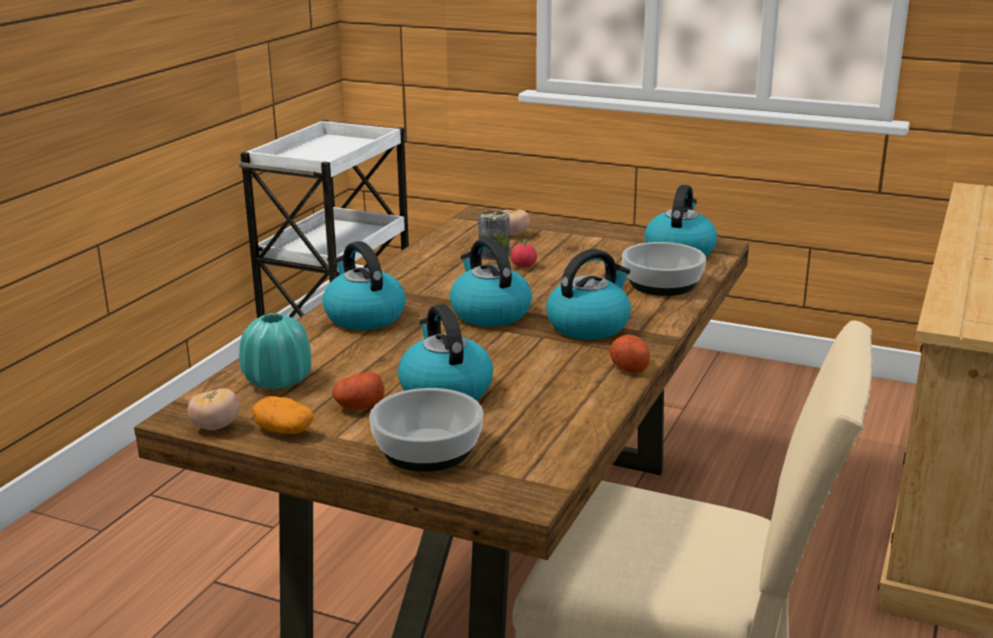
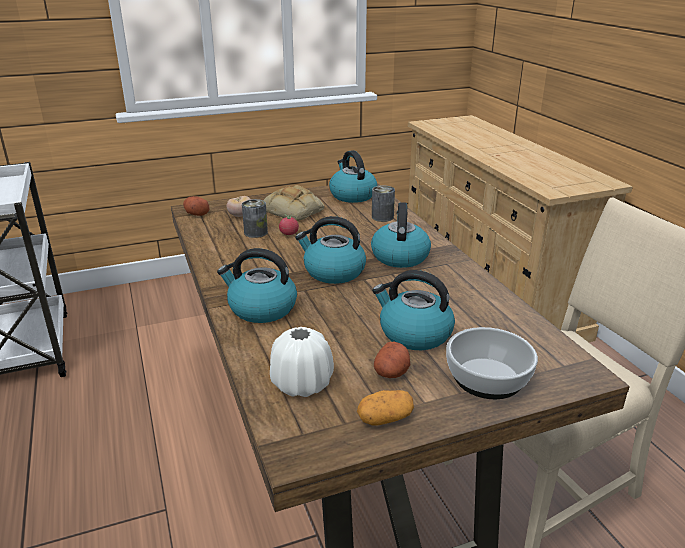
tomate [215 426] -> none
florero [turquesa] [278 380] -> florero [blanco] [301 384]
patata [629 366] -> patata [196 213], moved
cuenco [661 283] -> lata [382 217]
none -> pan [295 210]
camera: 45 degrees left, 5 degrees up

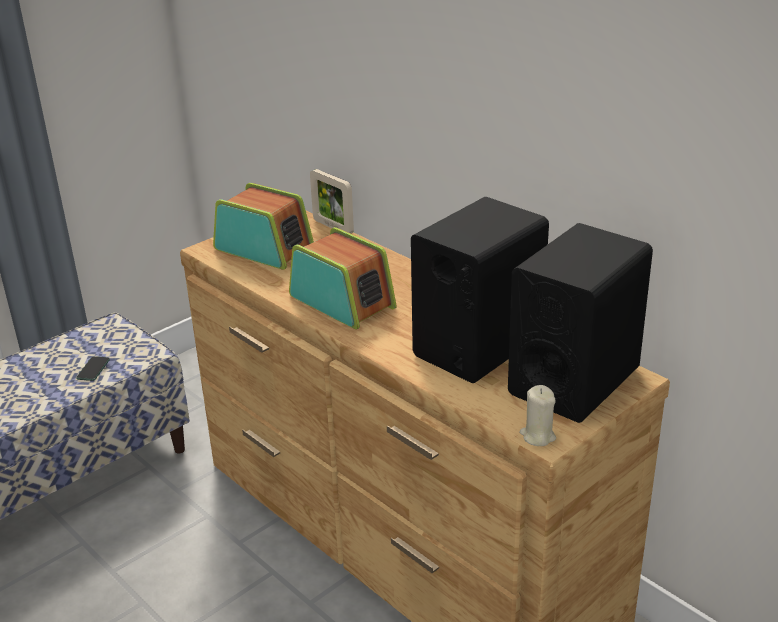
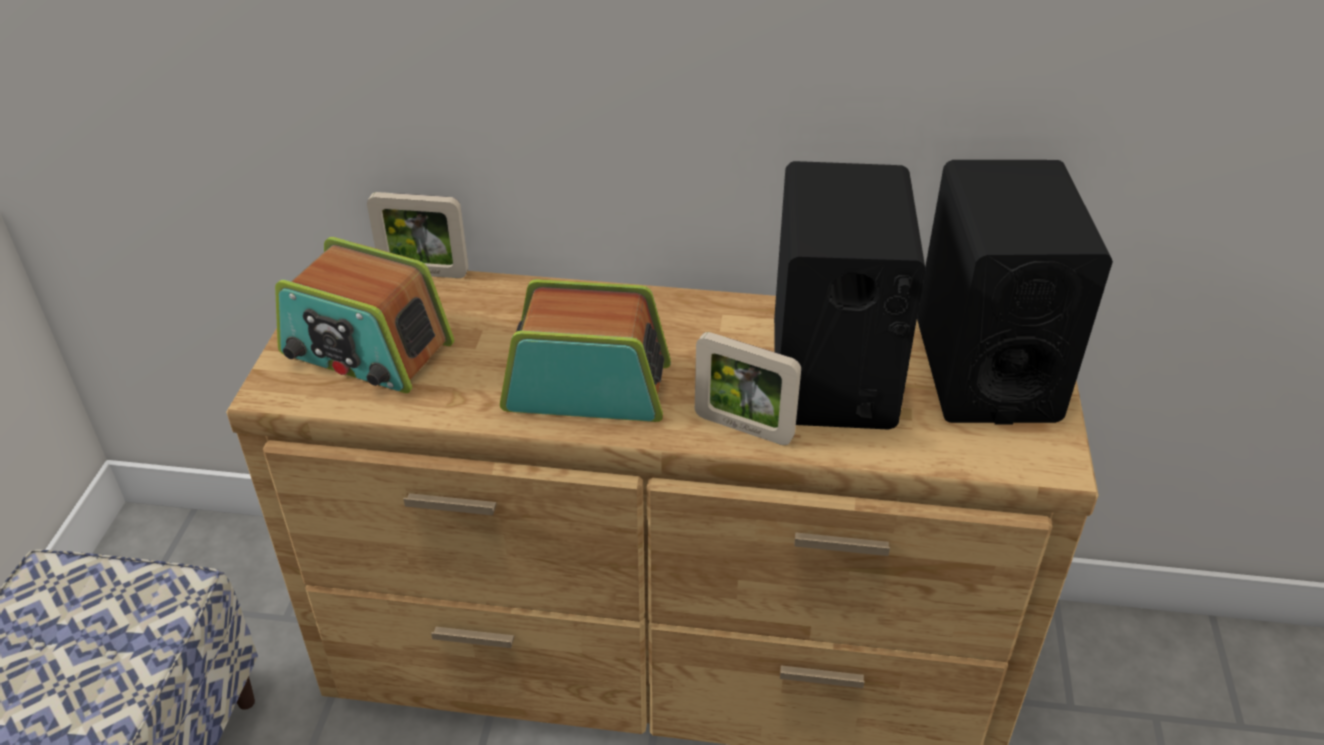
móvil [93 369] -> none
radio [264 249] -> radio [366 350], 150 degrees counterclockwise
vela [beis] [537 436] -> none
none -> portarretratos [743 428]
camera: 40 degrees left, 10 degrees up

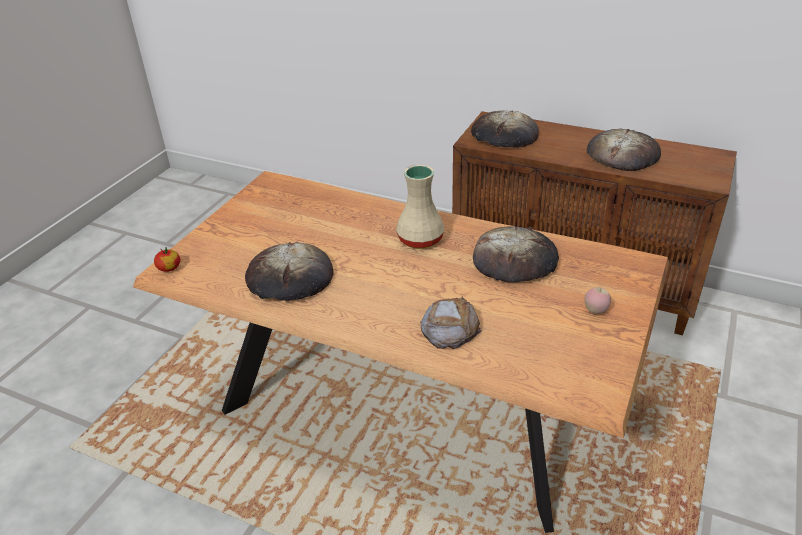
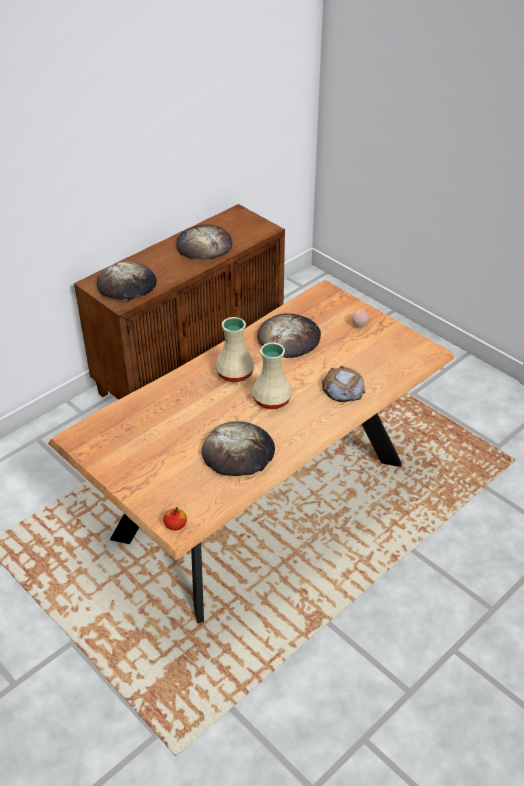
none -> florero [beis] [271 400]
camera: 70 degrees left, 5 degrees up

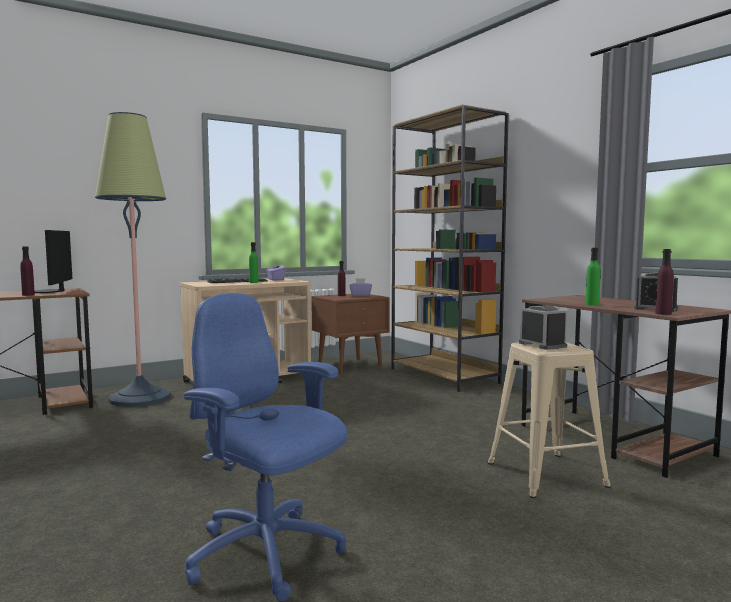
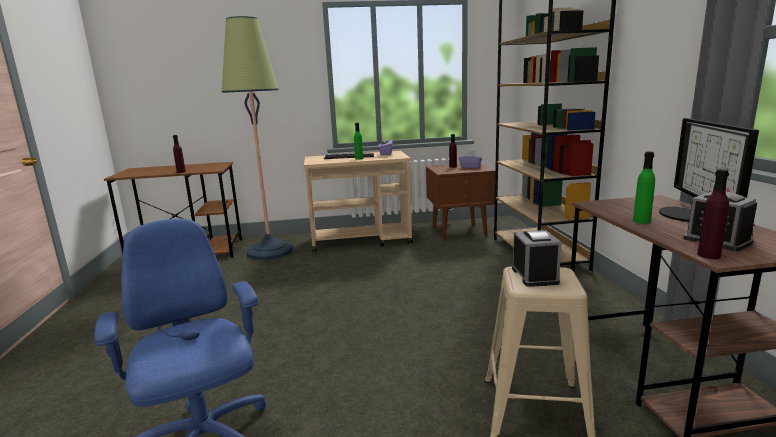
monitor [51 291] -> monitor [688 215], moved
camera: 25 degrees right, 10 degrees up

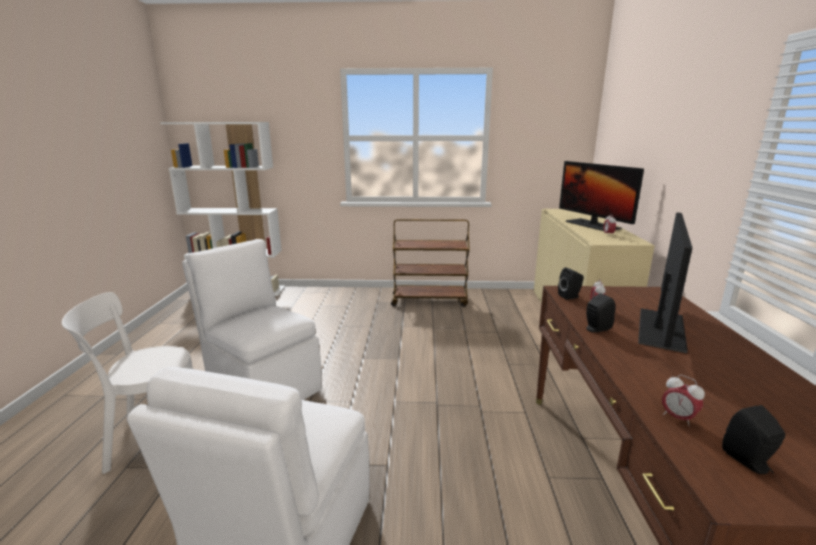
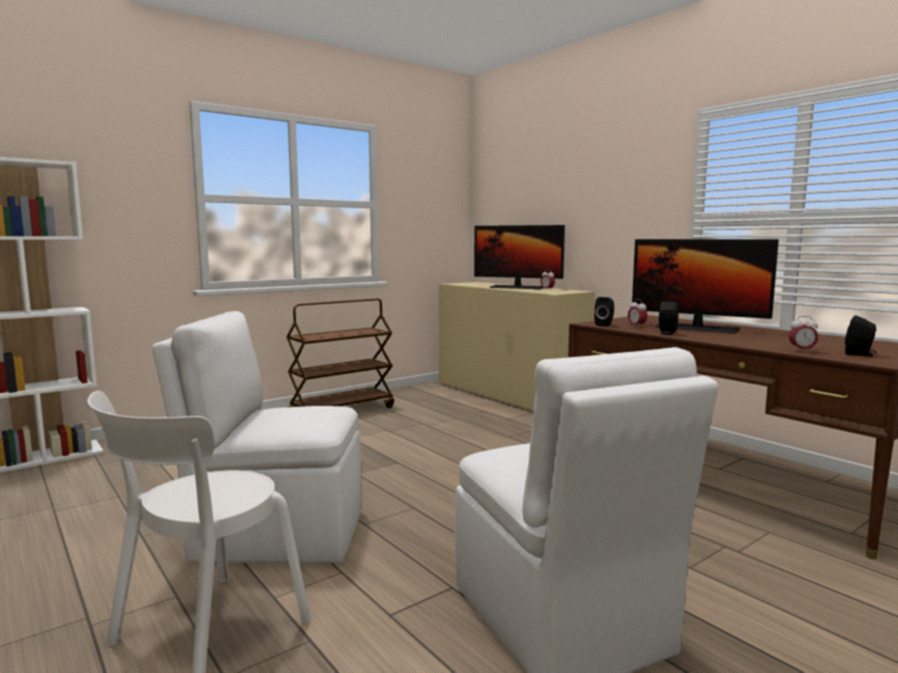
monitor [661 329] -> monitor [697 328], 135 degrees clockwise
camera: 40 degrees left, 10 degrees down

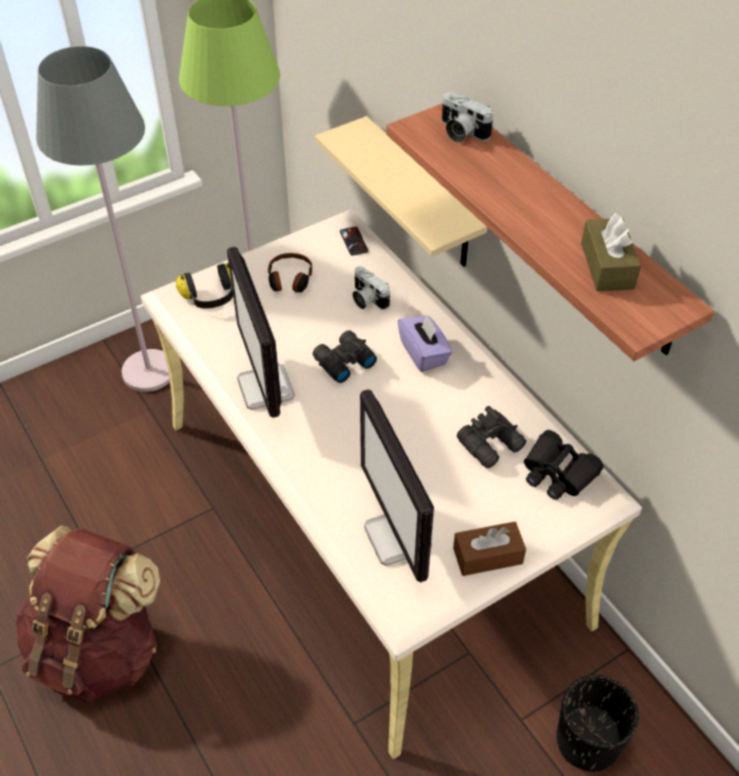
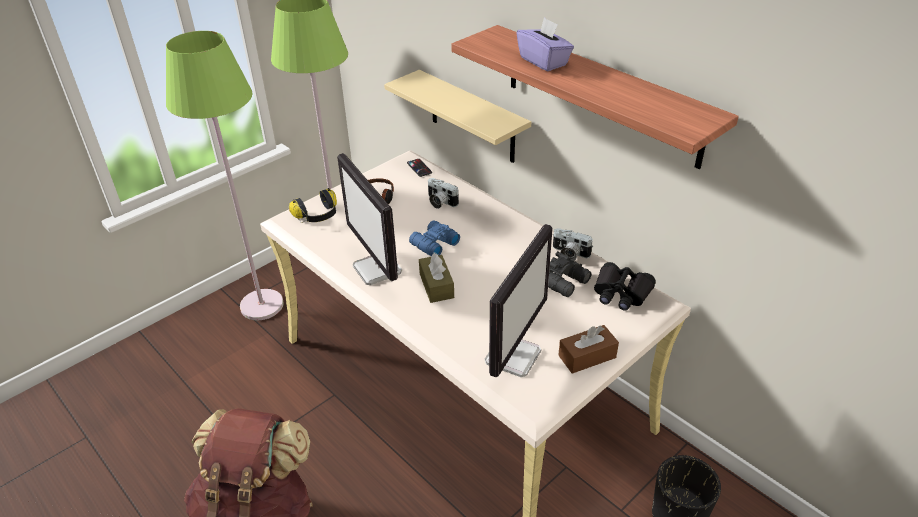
lámpara de pie [gris] [149 371] -> lámpara de pie [verde] [262 305]
prismáticos [negro] [343 362] -> prismáticos [azul] [433 244]
monitor [398 538] -> monitor [513 355], 120 degrees counterclockwise
caja de pañuelos [morado] [424 353] -> caja de pañuelos [morado] [544 61], moved
cámara [461 132] -> cámara [569 254], moved
caja de pañuelos [marrón] [607 266] -> caja de pañuelos [marrón] [436 286], moved
camera: 10 degrees left, 10 degrees down

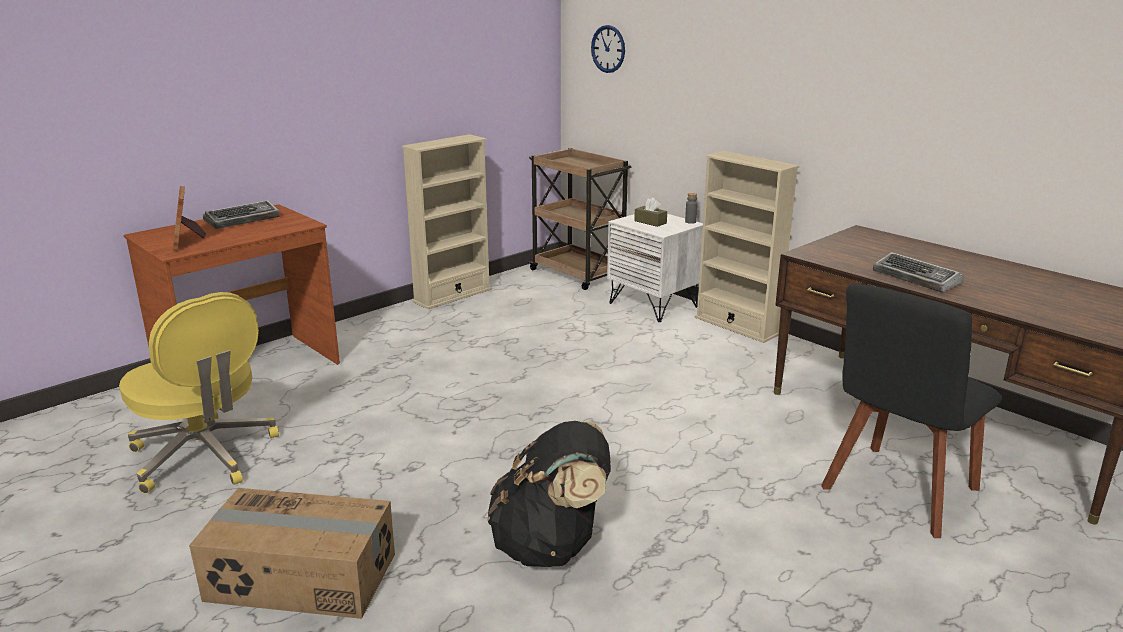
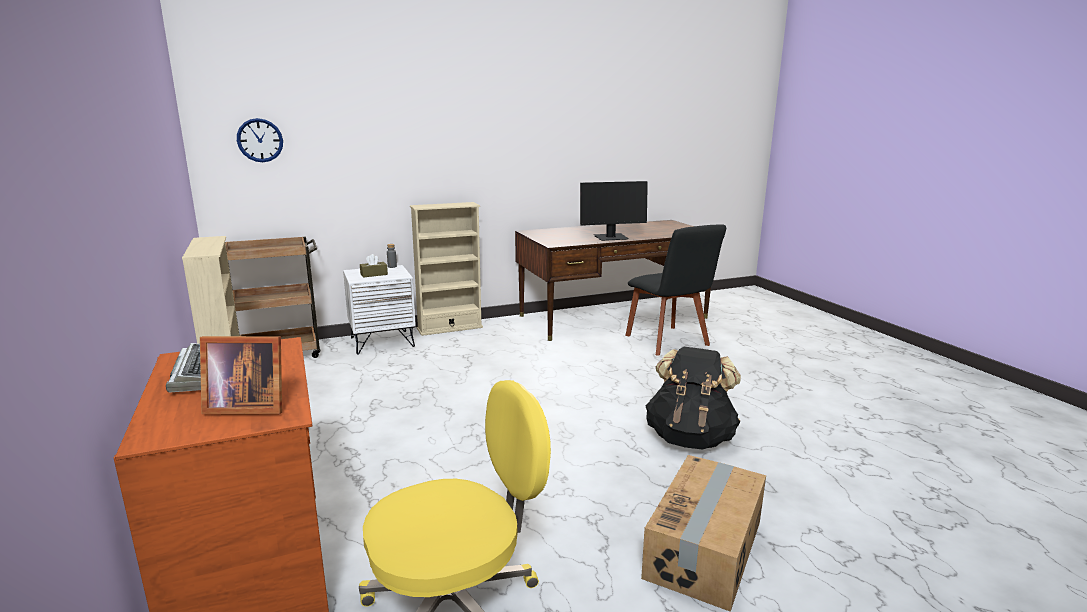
teclado [917 278] -> monitor [611 238]
camera: 70 degrees left, 5 degrees down

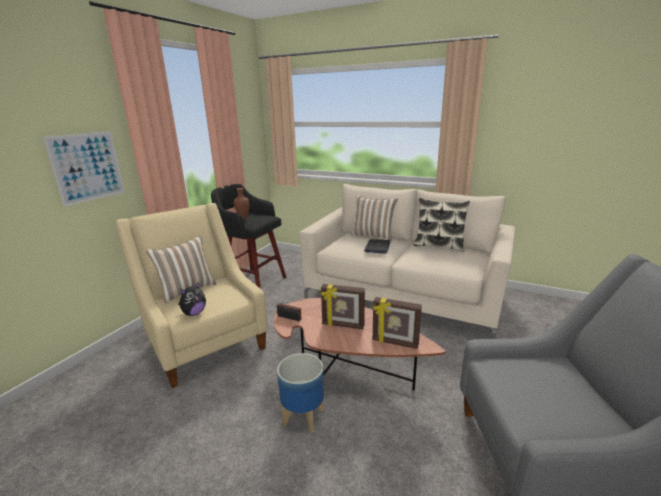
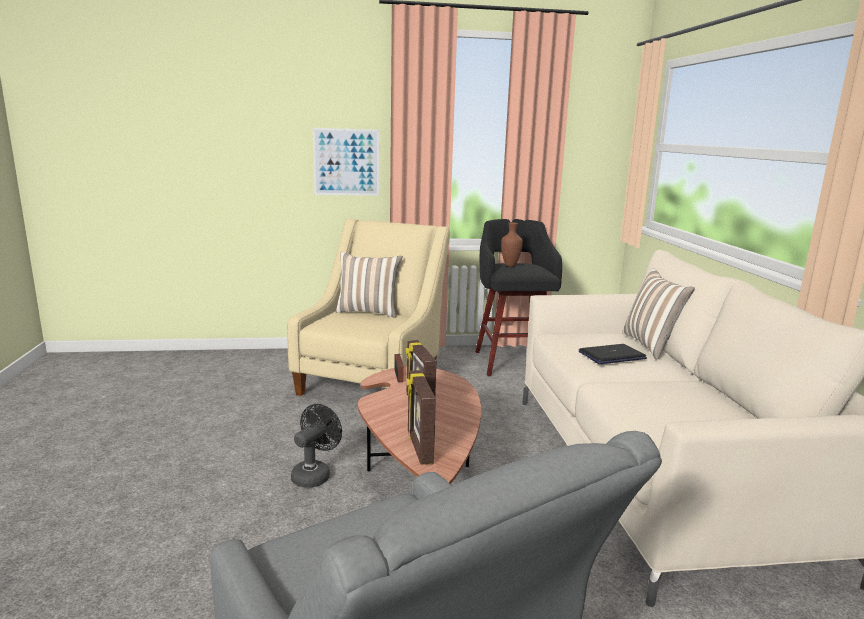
peluche [194 313] -> none
maceta [303 417] -> ventilador [negro] [314 474]
cojín [439 246] -> none
camera: 55 degrees right, 5 degrees down

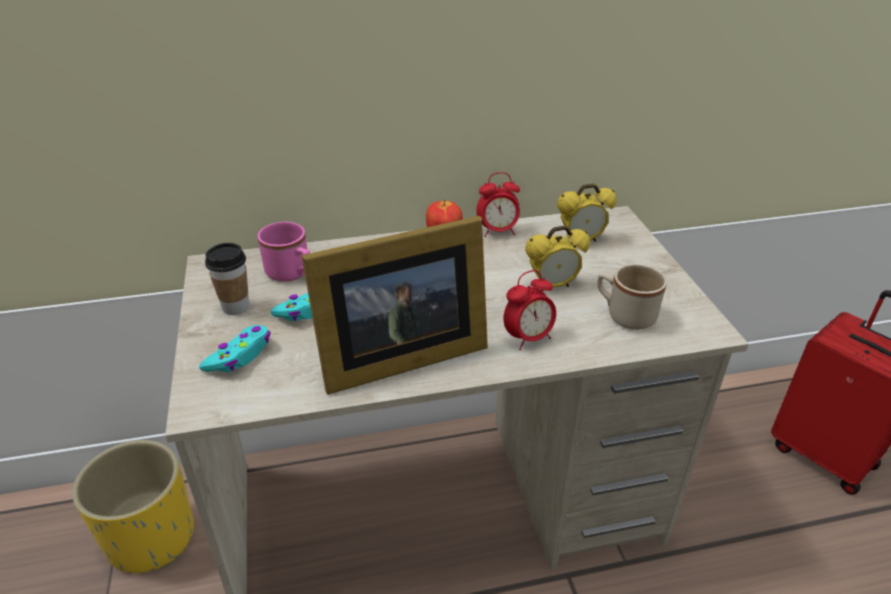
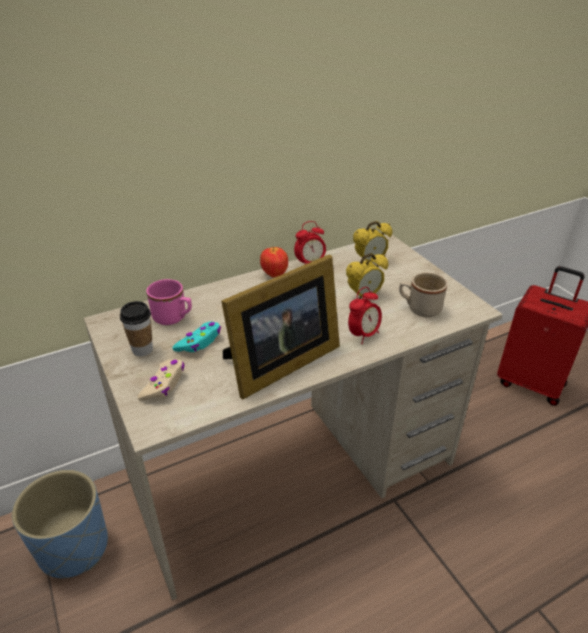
maceta [amarillo] [152 537] -> maceta [azul] [74 547]
mando de consola [turquesa] [240 356] -> mando de consola [beis] [164 384]
camera: 15 degrees left, 0 degrees up

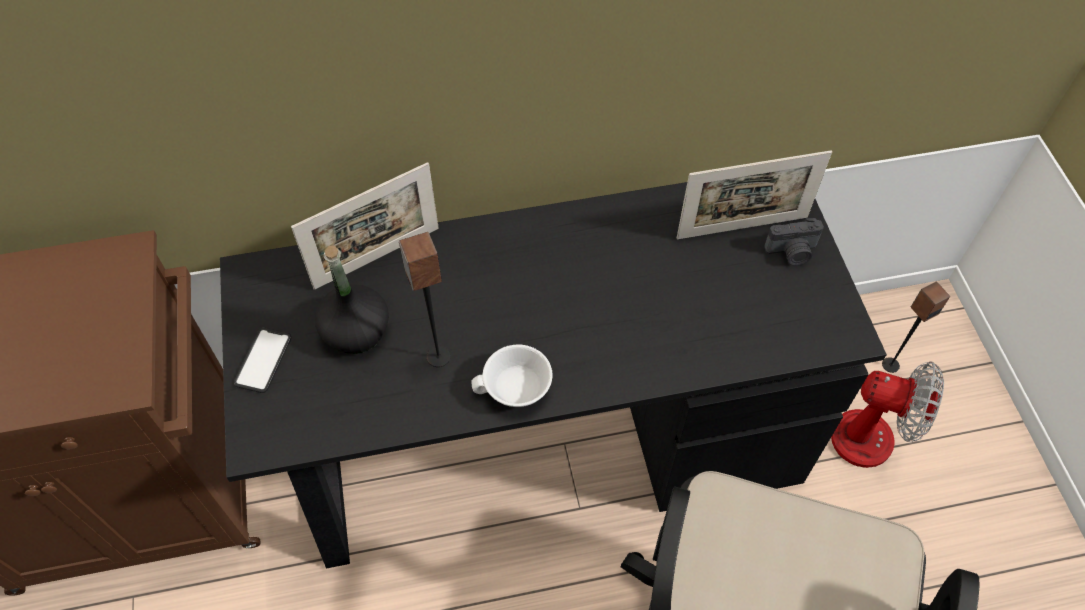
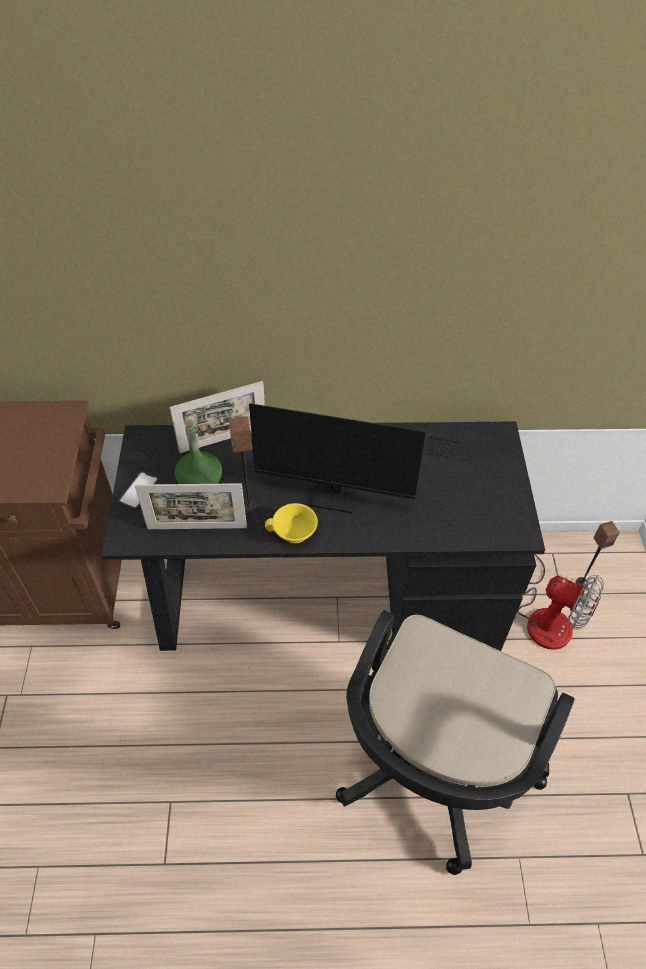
botella [negro] [356 331] -> botella [verde] [200 482]
taza [blanco] [515 391] -> taza [amarillo] [293 534]
portarretratos [742 227] -> portarretratos [197 528], moved
cámara [792 253] -> none
none -> monitor [342 495]
camera: 10 degrees right, 5 degrees down

